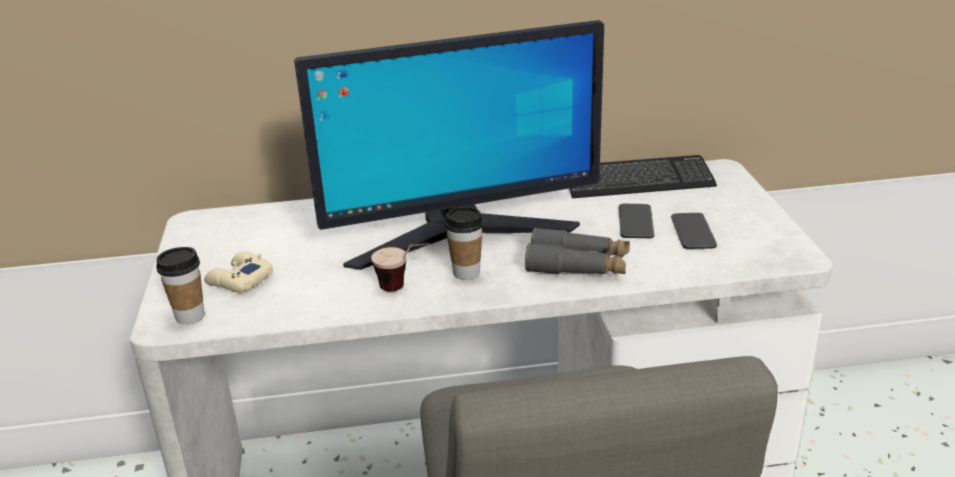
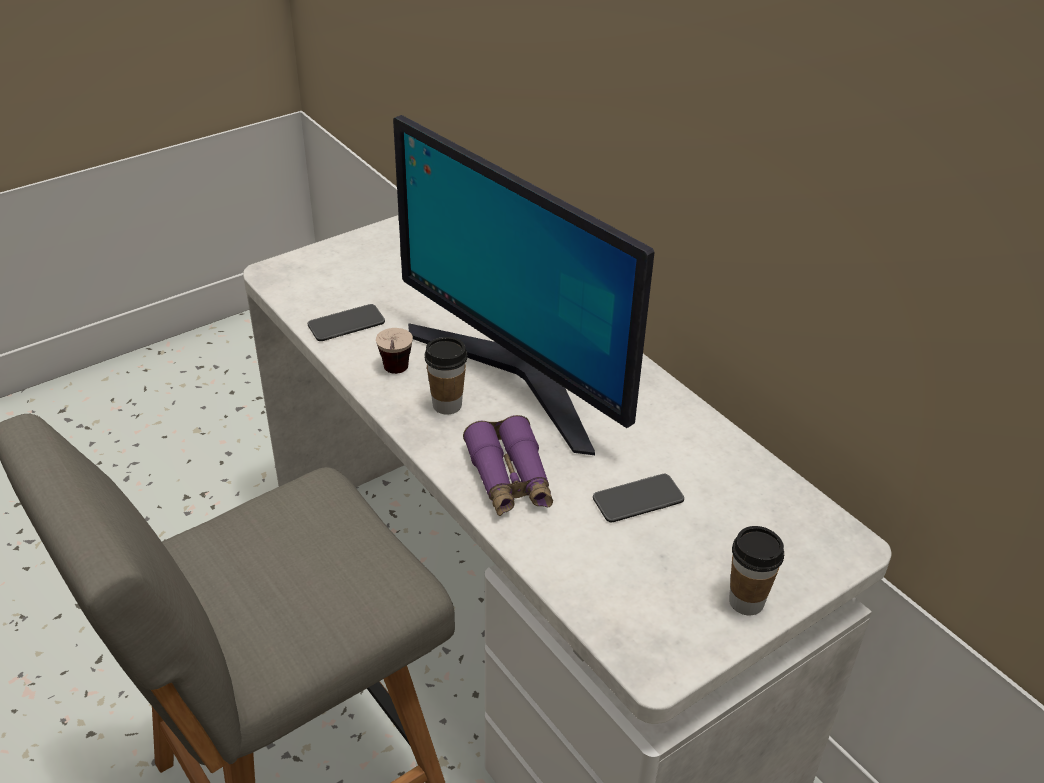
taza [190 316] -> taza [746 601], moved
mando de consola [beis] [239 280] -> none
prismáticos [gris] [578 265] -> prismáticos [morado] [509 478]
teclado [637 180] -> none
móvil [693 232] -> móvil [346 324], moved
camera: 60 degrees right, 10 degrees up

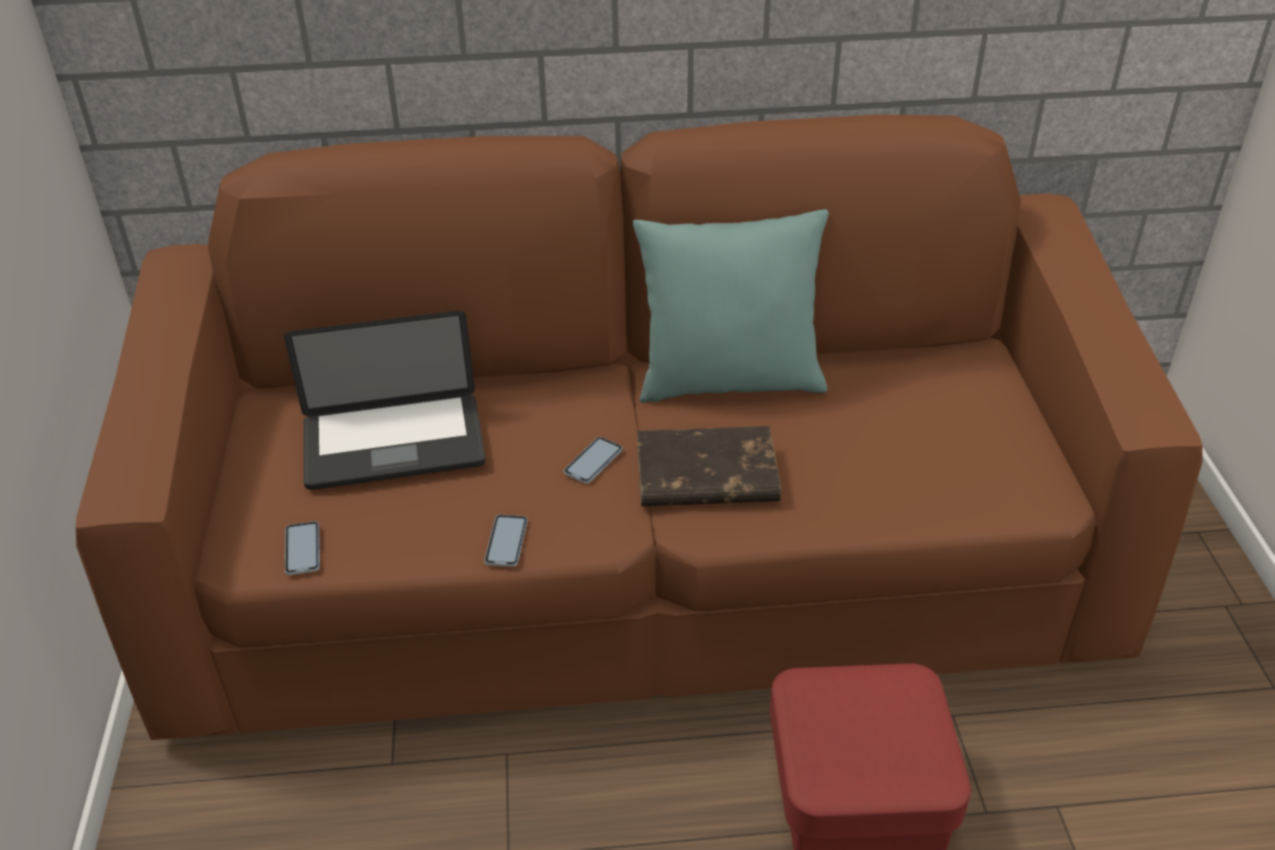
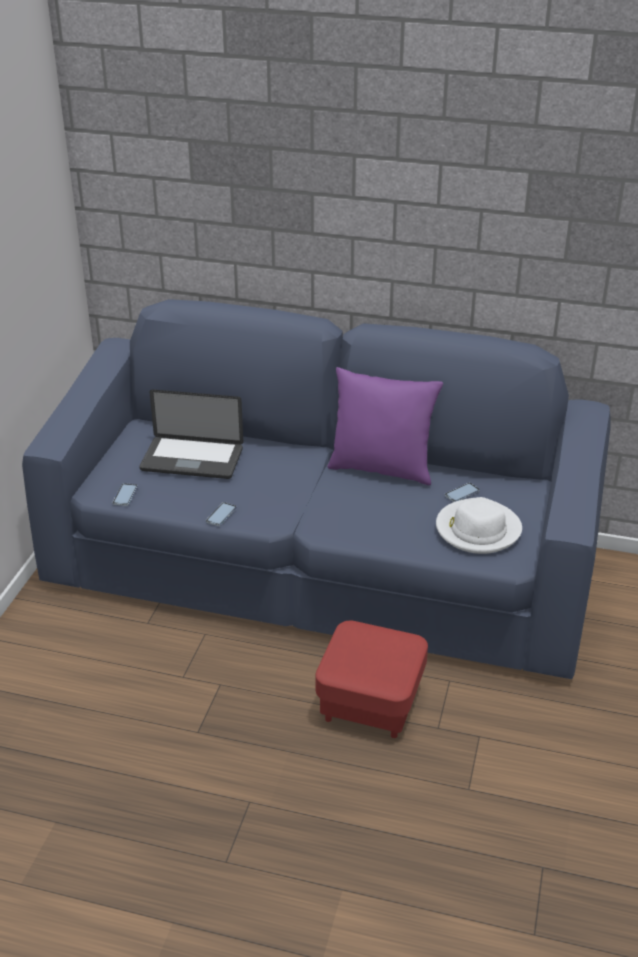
sofá [marrón] [639 572] -> sofá [azul] [319 570]
móvil [593 461] -> móvil [462 493], moved
cojín [turquesa] [729 381] -> cojín [morado] [381 468]
libro [marrón] [705 475] -> none
none -> sombrero [blanco] [477 530]
camera: 20 degrees right, 5 degrees down

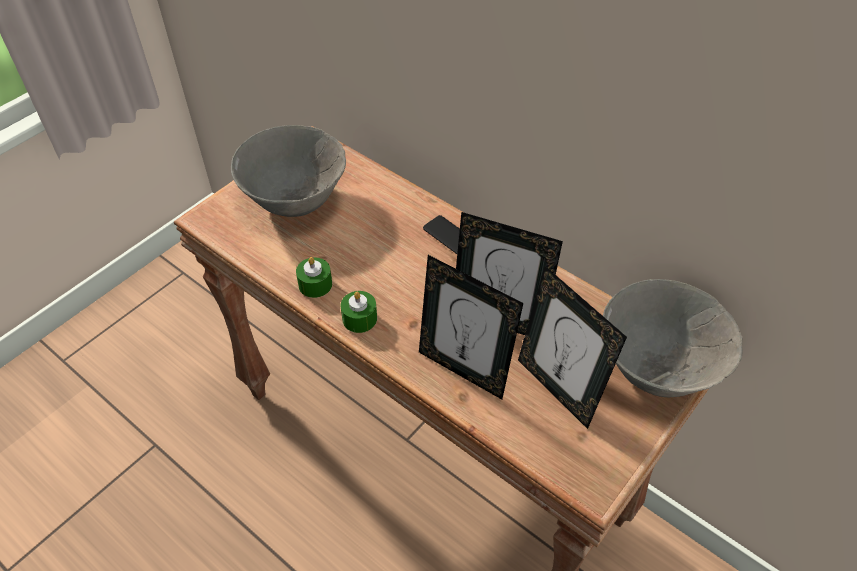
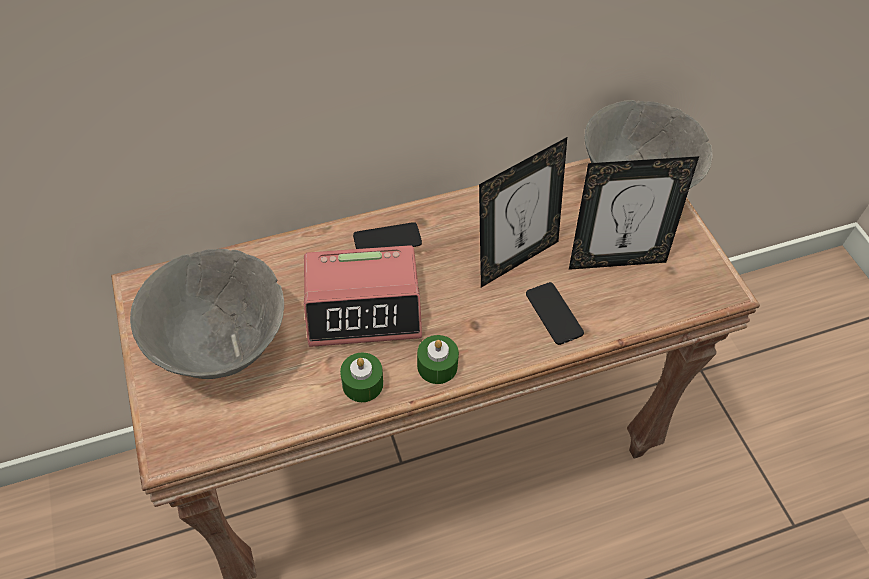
portarretratos [464 369] -> móvil [554 313]
none -> despertador [364 305]
camera: 60 degrees left, 5 degrees up

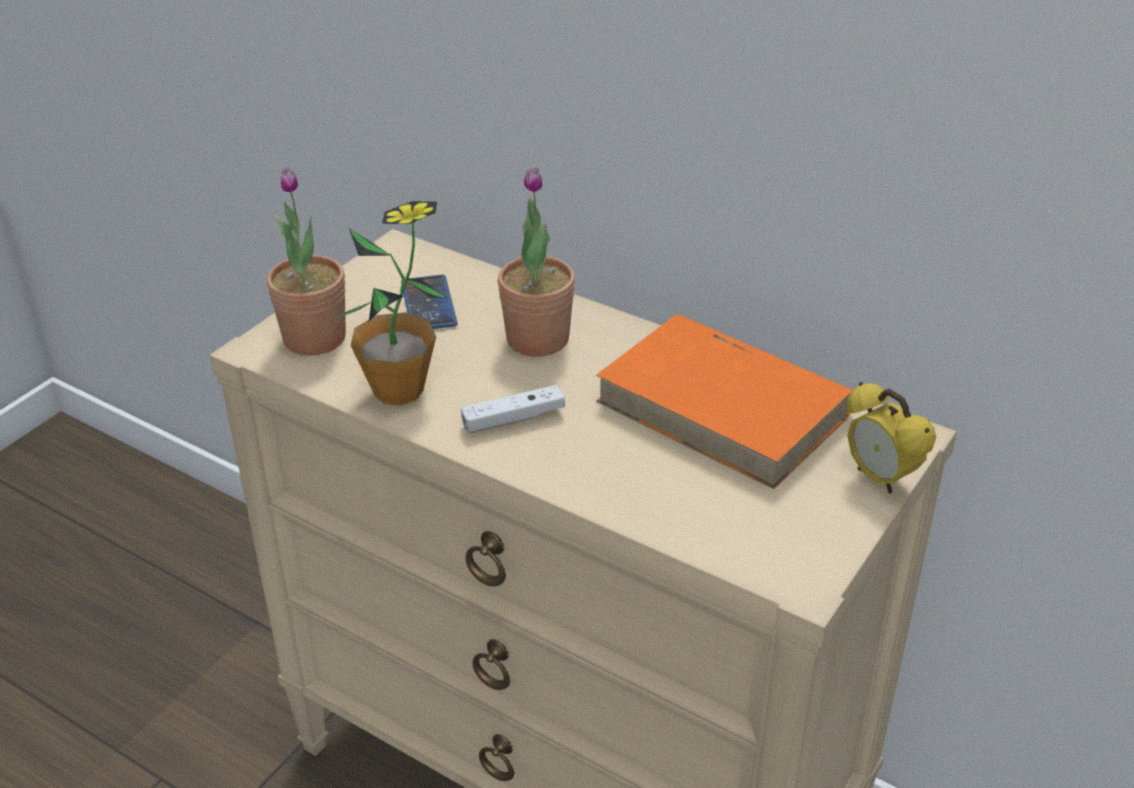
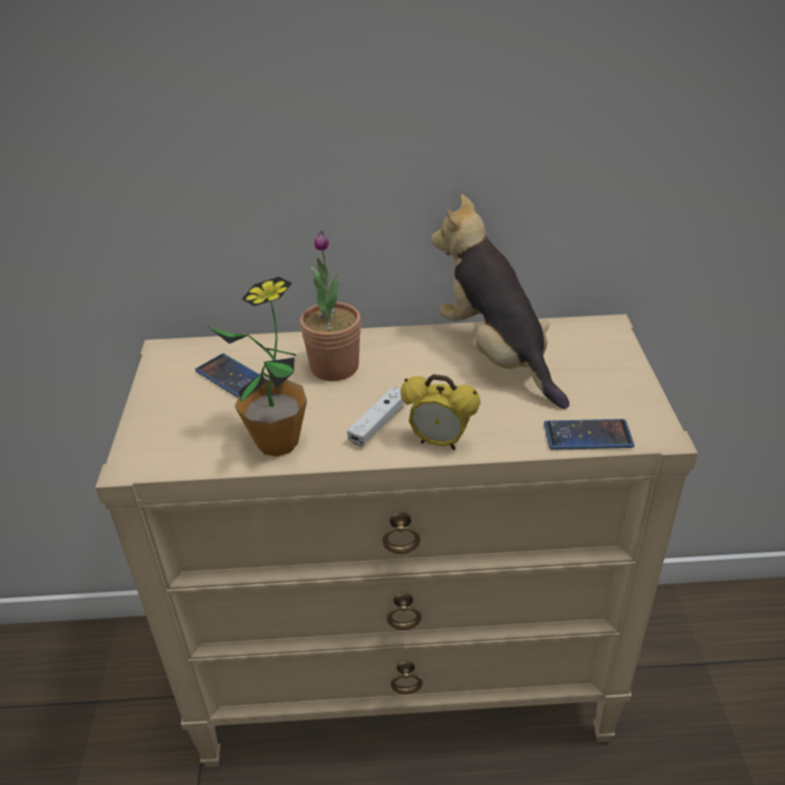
planta en maceta [314 338] -> none
libro [naranja] [726 407] -> peluche [497 356]
despertador [880 478] -> despertador [439 442], moved
none -> móvil [588 435]
camera: 35 degrees left, 0 degrees up

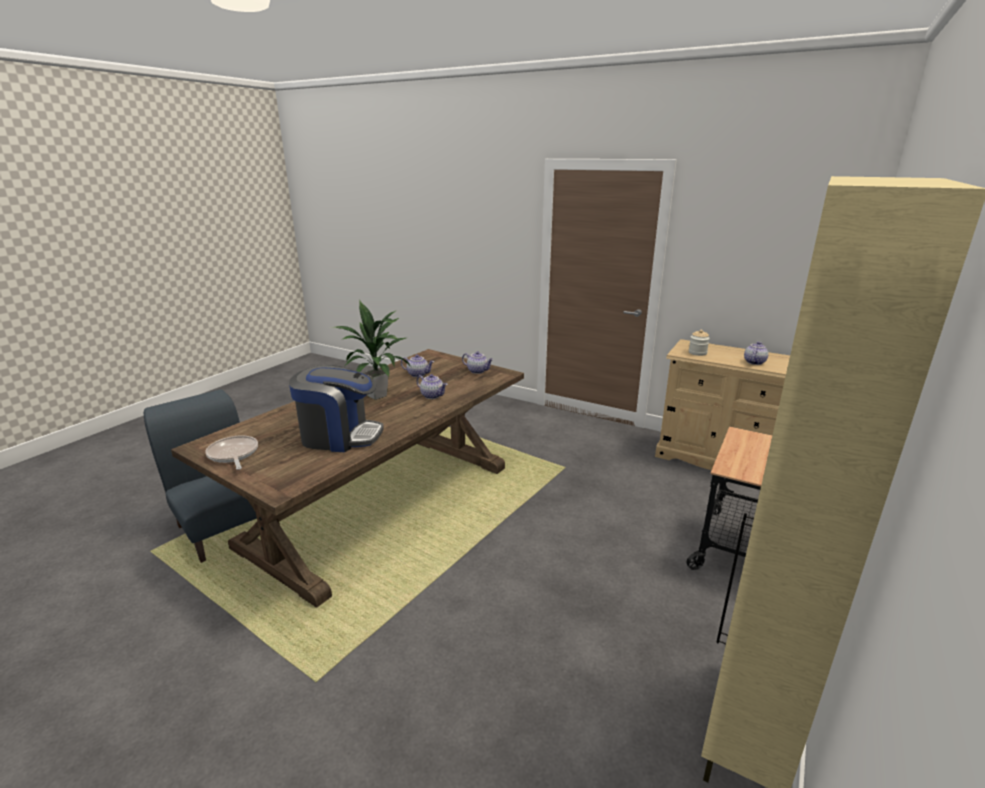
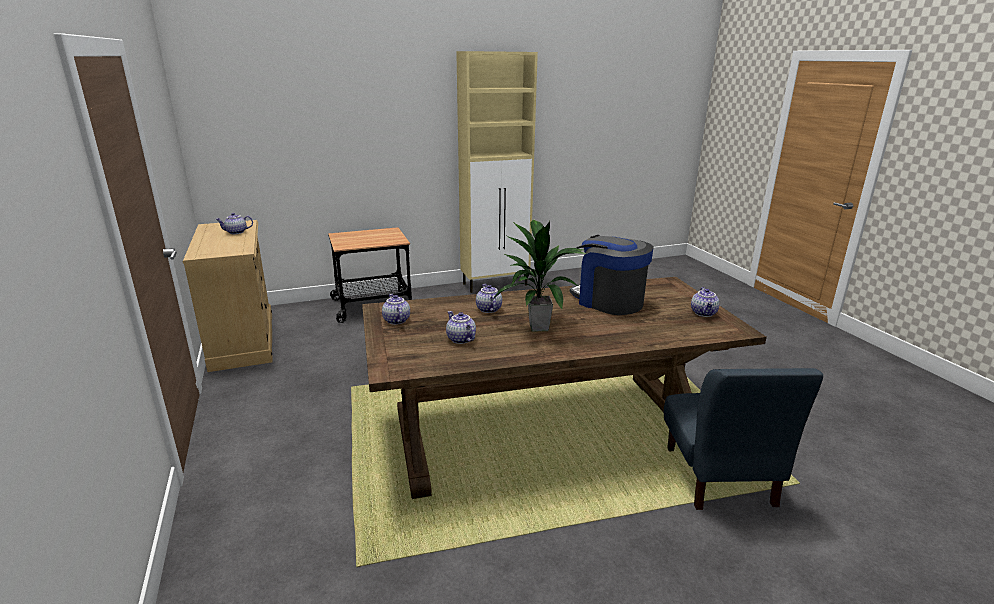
sartén [233 454] -> tetera [704 313]
tarro [697 353] -> none
camera: 140 degrees left, 0 degrees up

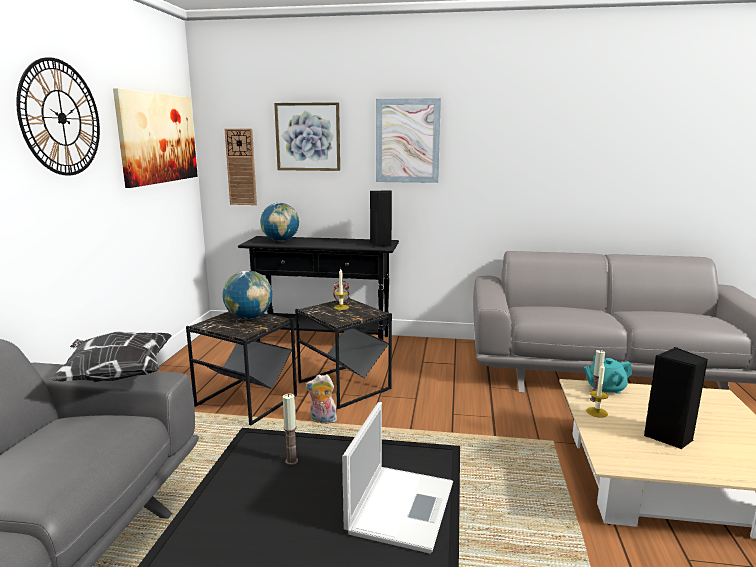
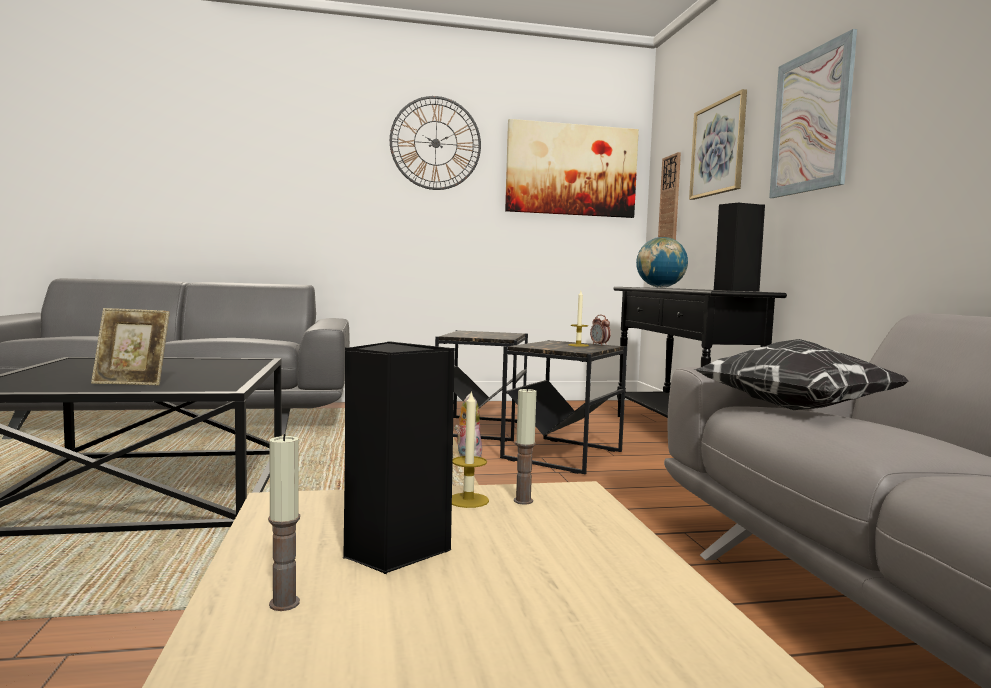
cojín [117 376] -> cojín [793 409], moved
globo terráqueo [249 318] -> none
vela [291 461] -> vela [284 603], moved
portátil [401 505] -> portarretratos [132 383]
tetera [turquesa] [605 389] -> none
camera: 70 degrees right, 10 degrees down

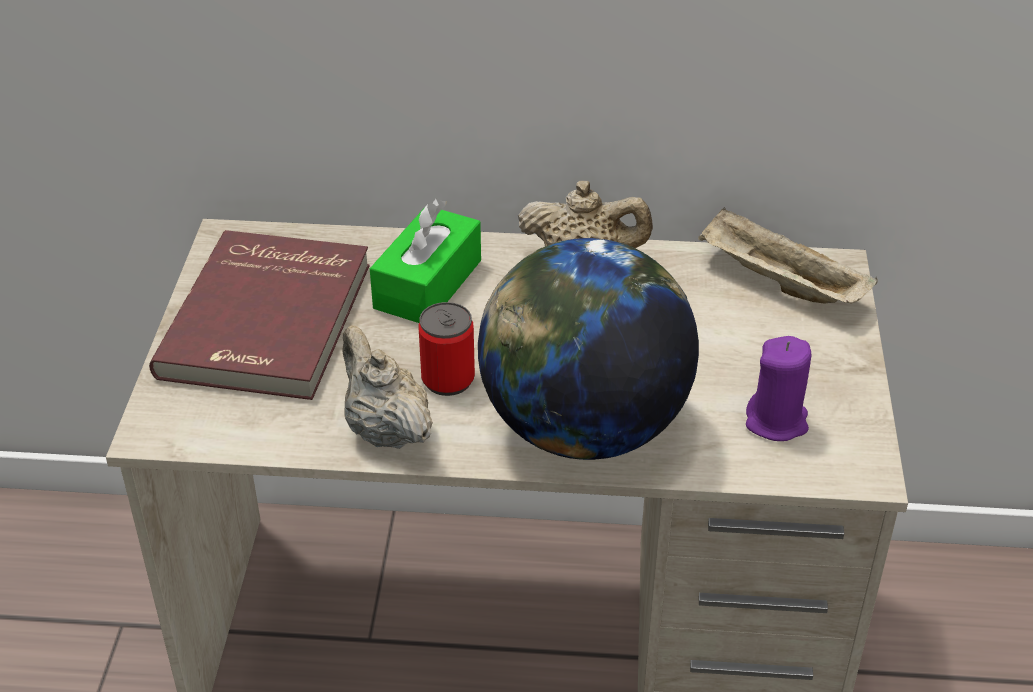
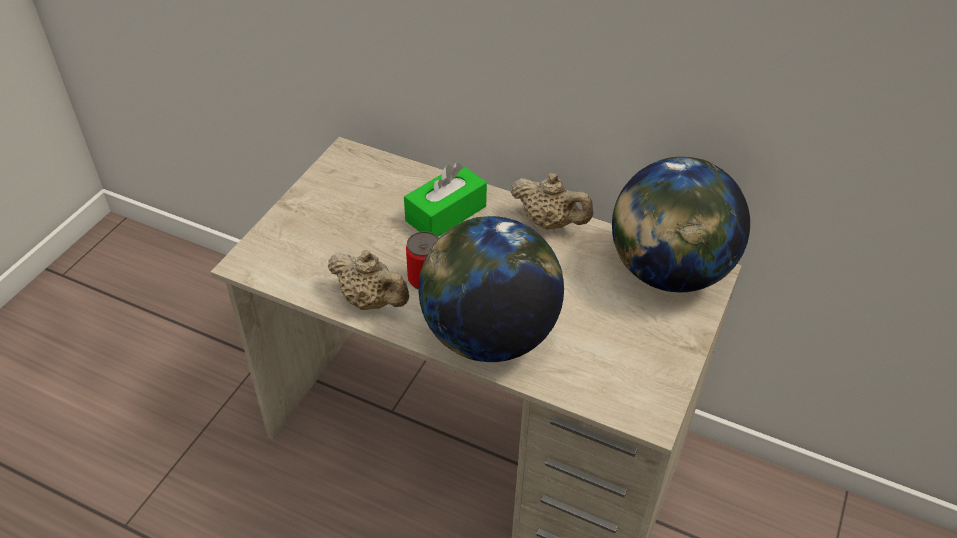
libro [rojo] [271 320] -> none
tetera [beis] [385 429] -> tetera [beis] [371 301], 135 degrees clockwise
bandeja [beis] [777 283] -> globo terráqueo [668 272]
vela [morado] [776 421] -> none
camera: 20 degrees right, 5 degrees up

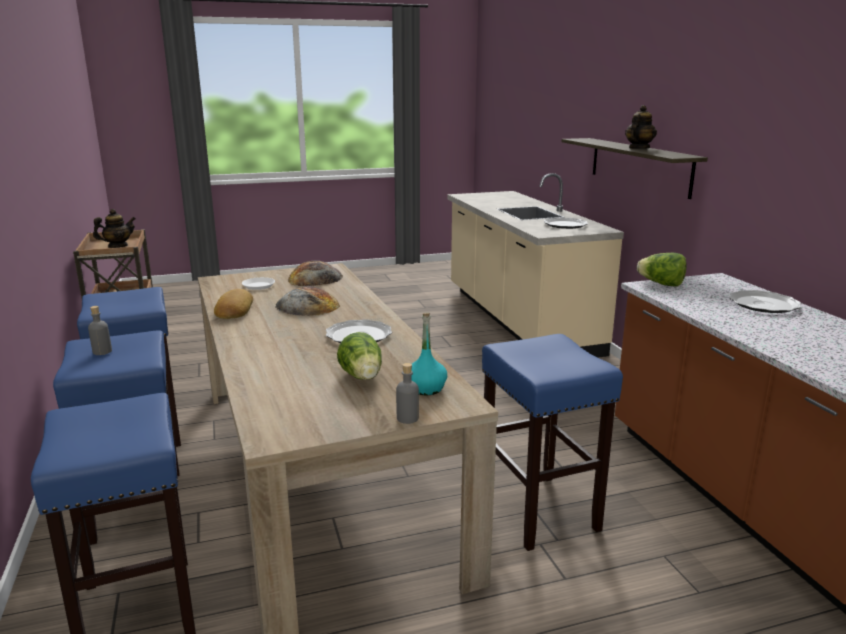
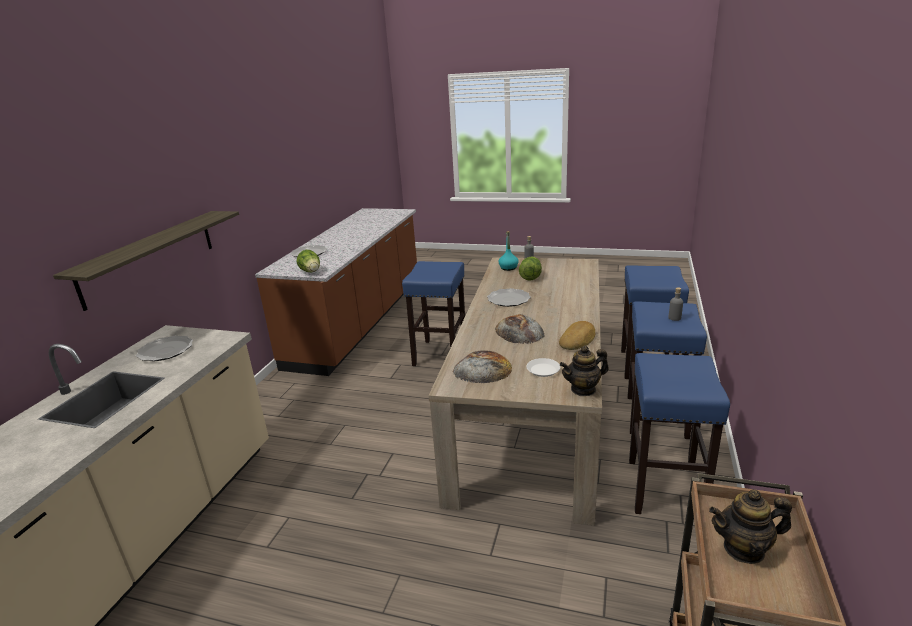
tetera [638 148] -> tetera [583 389], moved
camera: 145 degrees left, 5 degrees up

